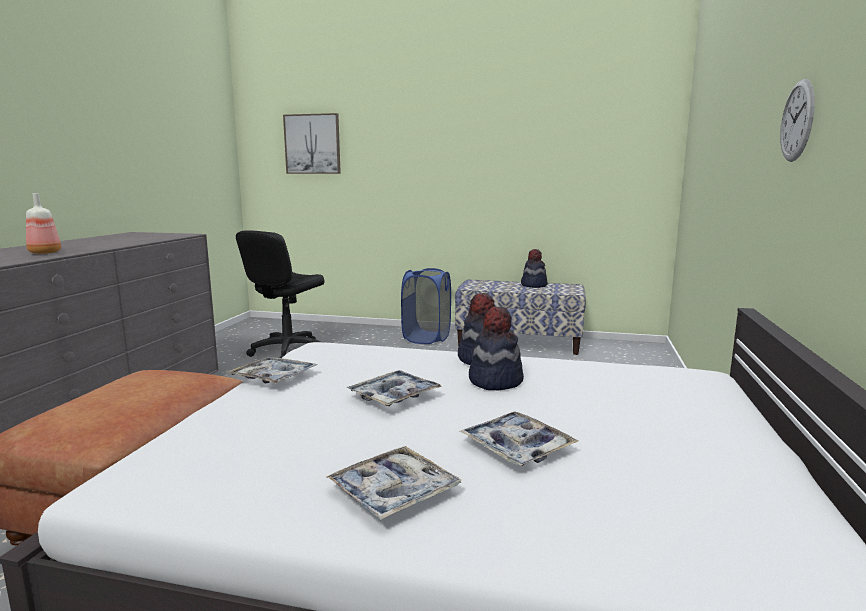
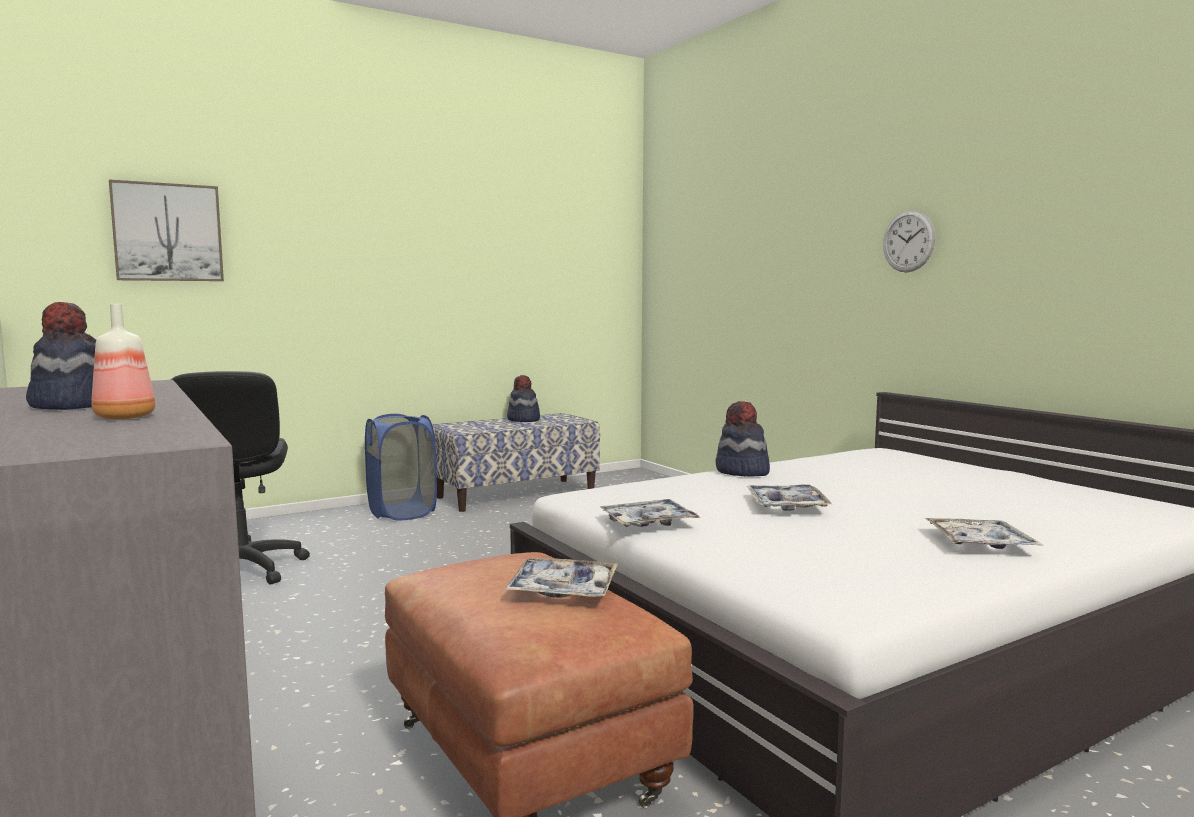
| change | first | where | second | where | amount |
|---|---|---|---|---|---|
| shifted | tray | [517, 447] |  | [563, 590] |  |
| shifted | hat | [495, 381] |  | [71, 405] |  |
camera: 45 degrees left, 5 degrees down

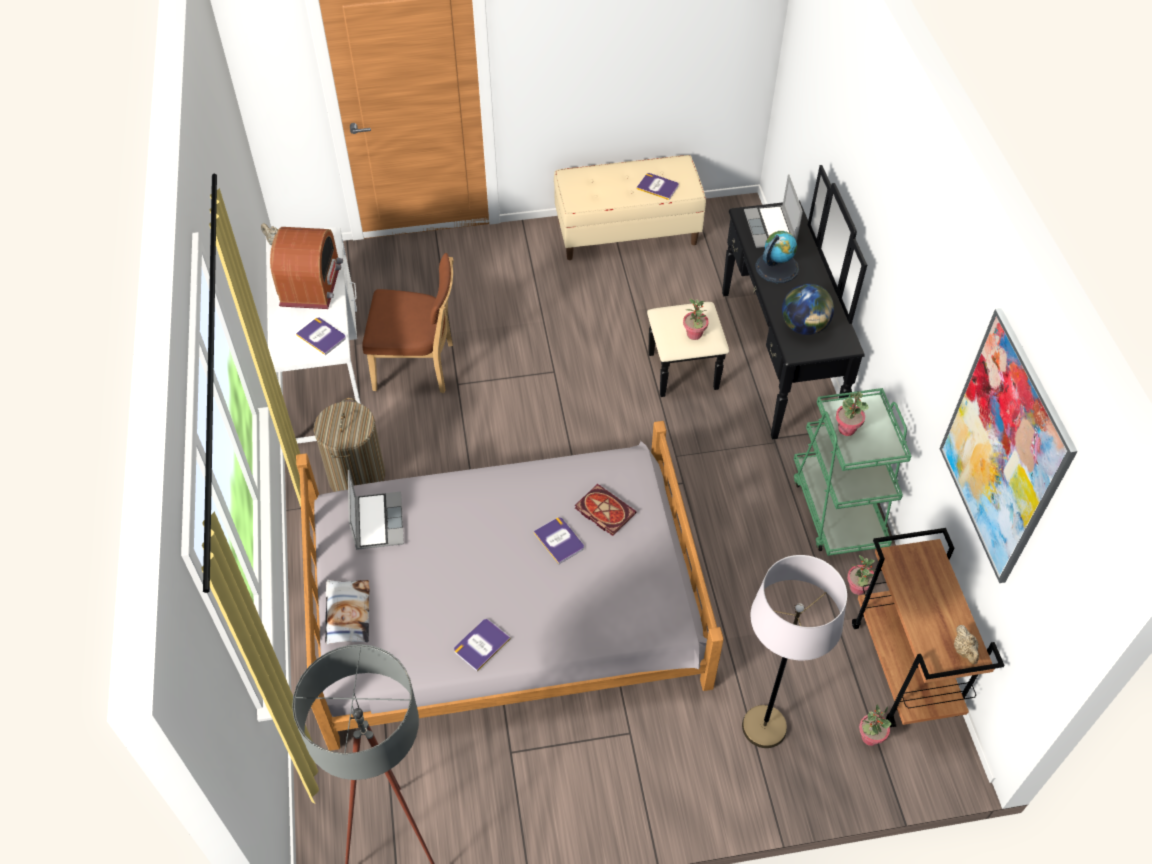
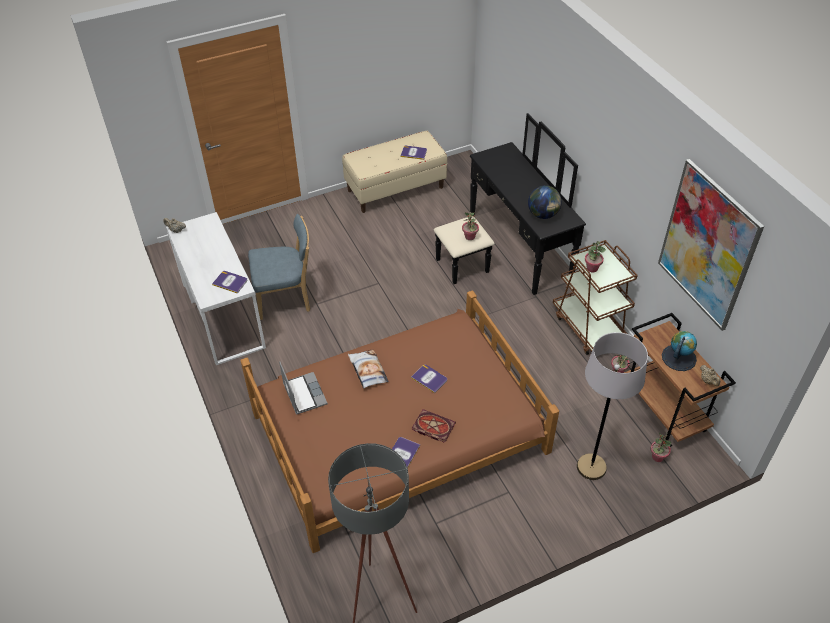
| change | first | where | second | where | amount |
|---|---|---|---|---|---|
| gone | radio receiver | [311, 284] |  |  |  |
| repainted | gray bed | [507, 602] | brownish bed | [400, 431] |  |
| gone | washing basket | [356, 476] |  |  |  |
| shifted | cushion | [347, 614] |  | [367, 371] |  |
| repainted | brownish upright chair | [418, 367] | bluish upright chair | [286, 299] |  |
| shifted | bound book | [603, 511] |  | [432, 427] |  |
| gone | laptop | [771, 228] |  |  |  |
| shifted | desk globe | [776, 267] |  | [678, 357] |  |
| repainted | green-coloured cart | [838, 509] | brownish cart | [589, 327] |  |
camera: 15 degrees left, 5 degrees down

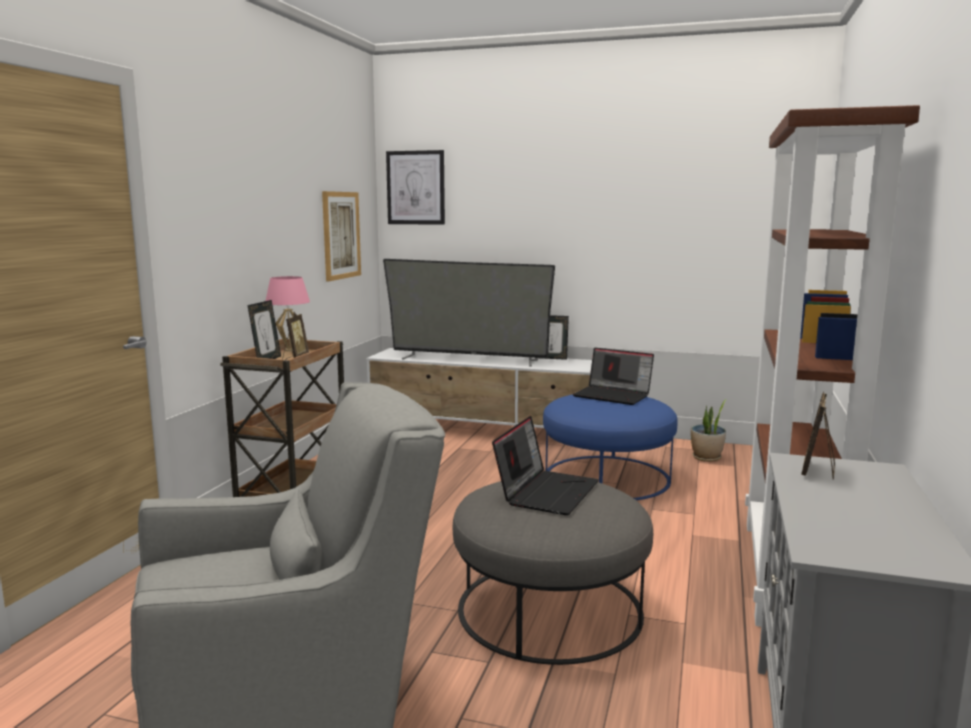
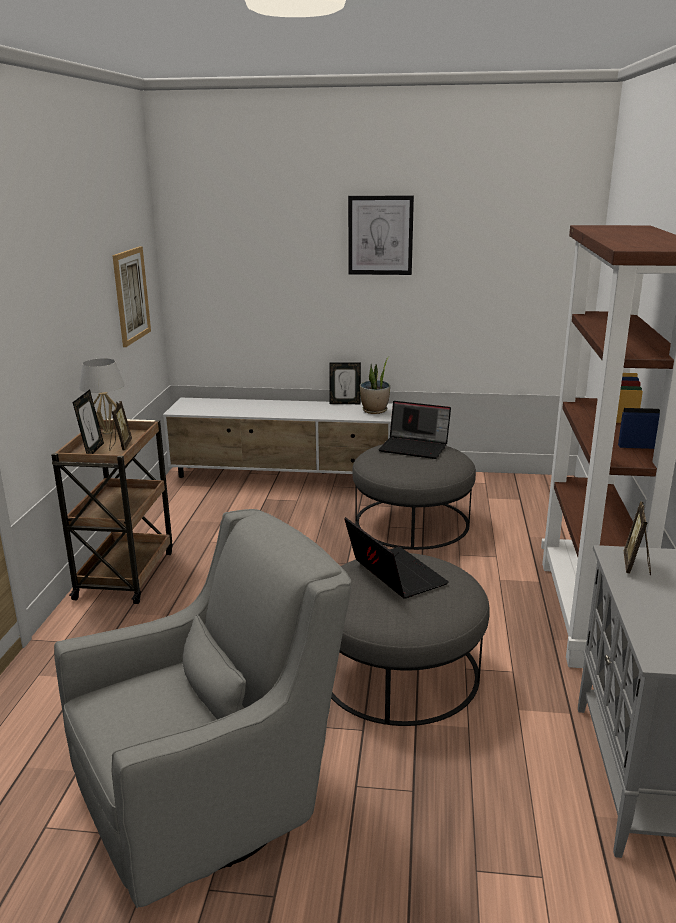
| change | first | where | second | where | amount |
|---|---|---|---|---|---|
| repainted | pinkish table lamp | [290, 350] | white table lamp | [107, 432] |  |
| gone | TV | [468, 359] |  |  |  |
| shifted | picture | [416, 187] |  | [380, 235] |  |
| rotated | laptop | [546, 492] |  | [393, 575] | 45 degrees counterclockwise |
| repainted | bluish ottoman | [607, 477] | gray ottoman | [412, 522] |  |
| shifted | potted plant | [706, 458] |  | [375, 411] |  |
camera: 10 degrees left, 10 degrees up

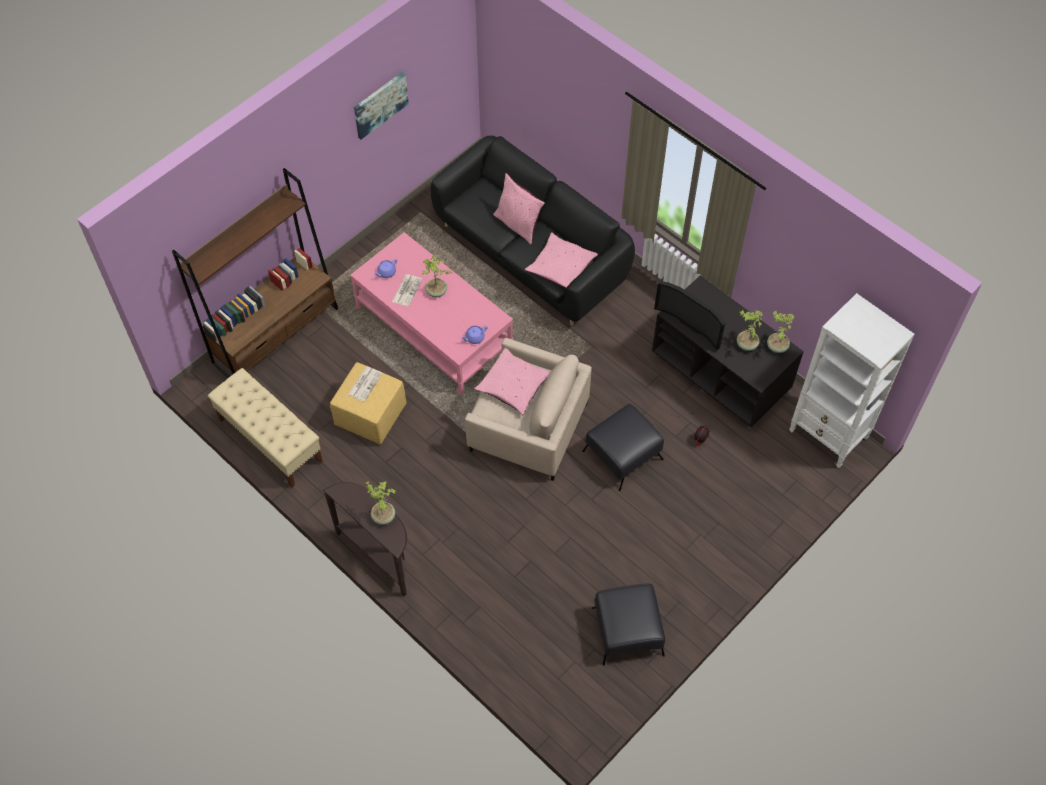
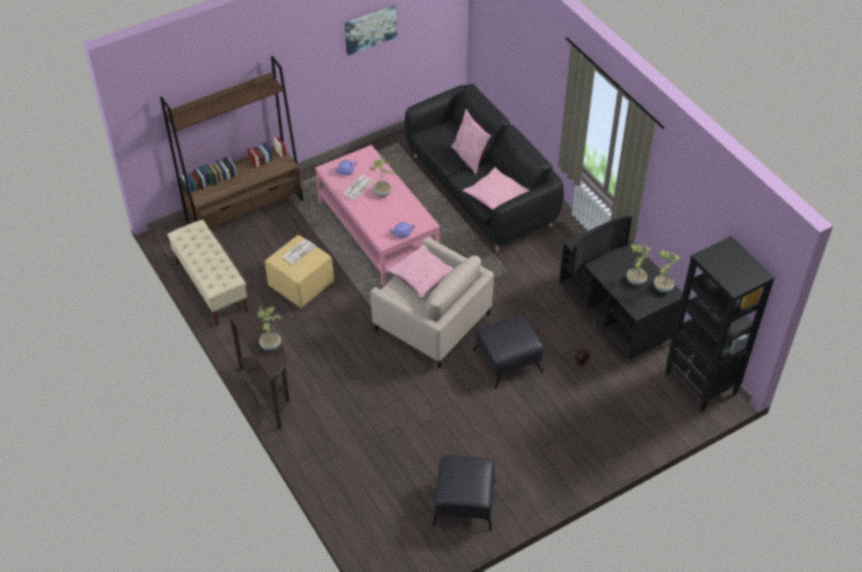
| change | first | where | second | where | amount |
|---|---|---|---|---|---|
| rotated | TV | [692, 323] |  | [592, 254] | 90 degrees counterclockwise |
| repainted | white bookcase | [829, 435] | black bookcase | [701, 384] |  |
camera: 15 degrees right, 10 degrees down

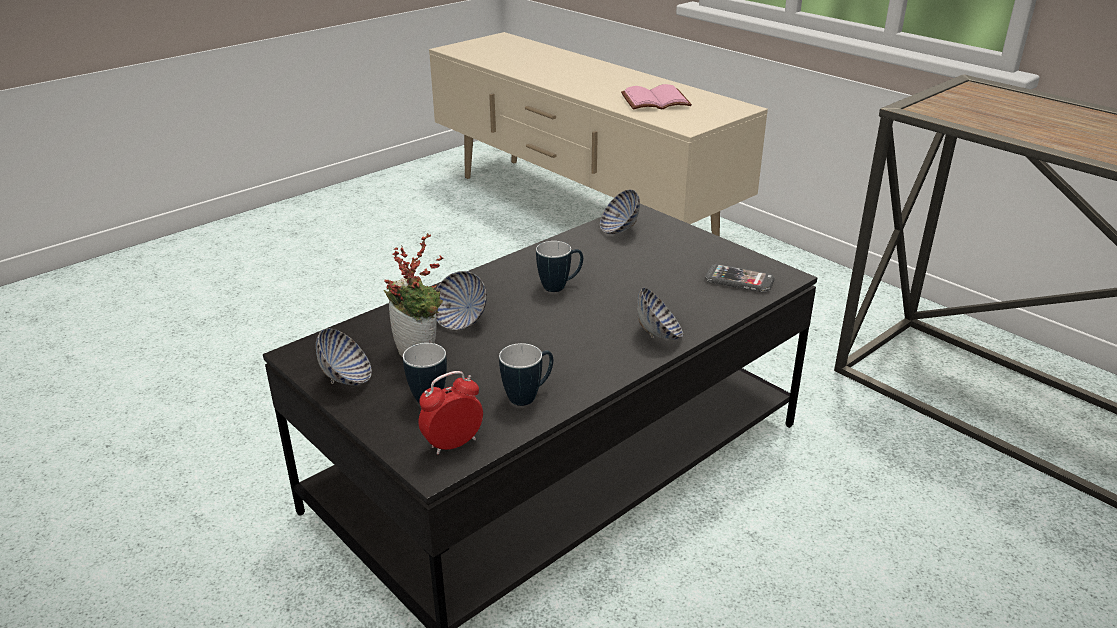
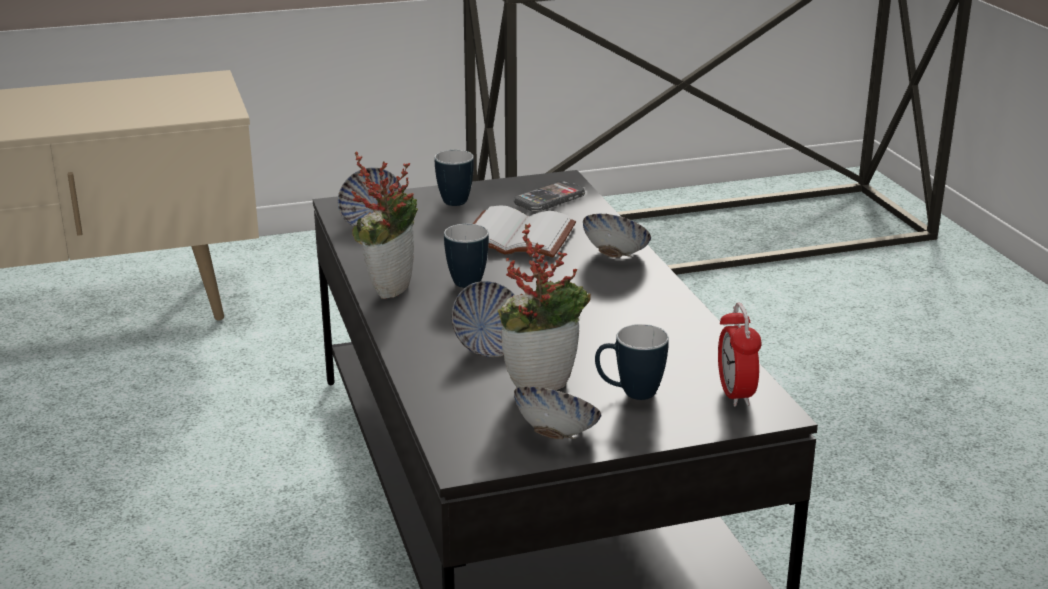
| change | first | where | second | where | amount |
|---|---|---|---|---|---|
| shifted | mug | [529, 396] |  | [454, 199] |  |
| gone | pinkish bound book | [655, 102] |  |  |  |
| new |  |  | potted plant | [389, 287] |  |
| new |  |  | white bound book | [520, 236] |  |
camera: 65 degrees left, 5 degrees down

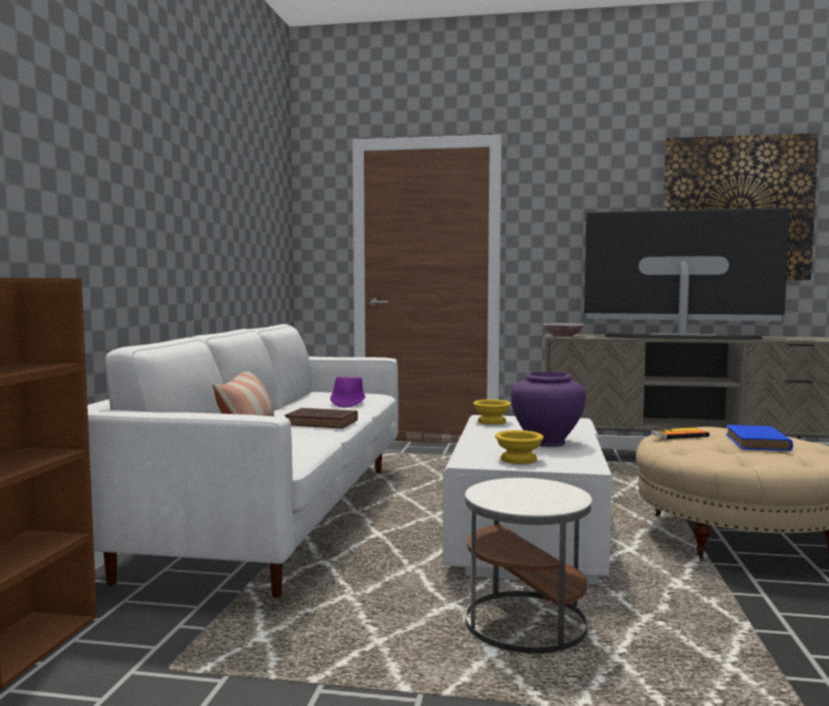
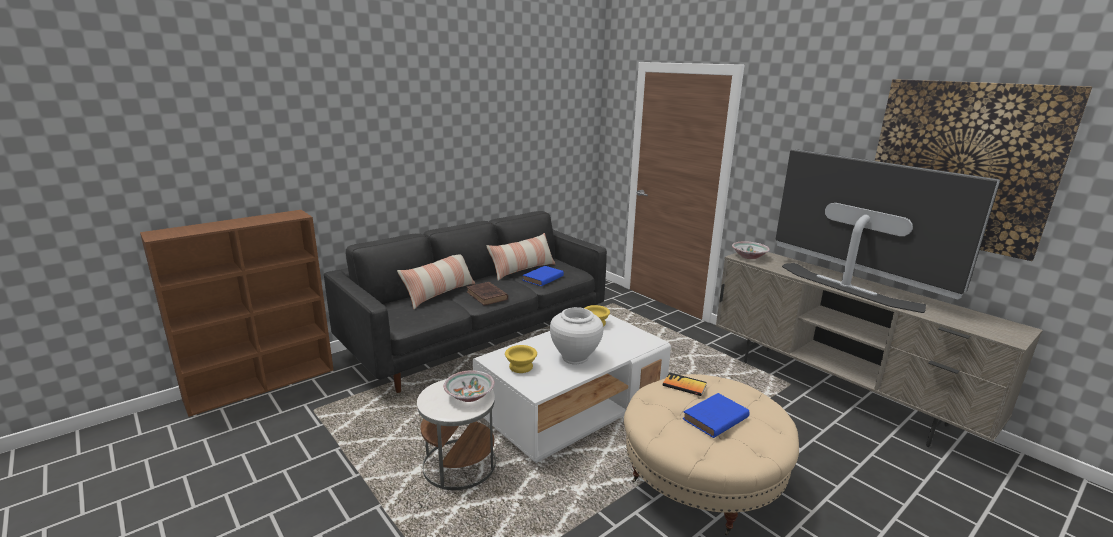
| change | first | where | second | where | amount |
|---|---|---|---|---|---|
| repainted | white couch | [276, 516] | black couch | [479, 338] |  |
| swapped | purplish hat | [347, 403] | bluish bound book | [542, 278] |  |
| repainted | purplish vase | [546, 442] | white vase | [575, 357] |  |
| new |  |  | serving bowl | [469, 396] |  |
| new |  |  | cushion | [522, 270] |  |
camera: 40 degrees right, 15 degrees up

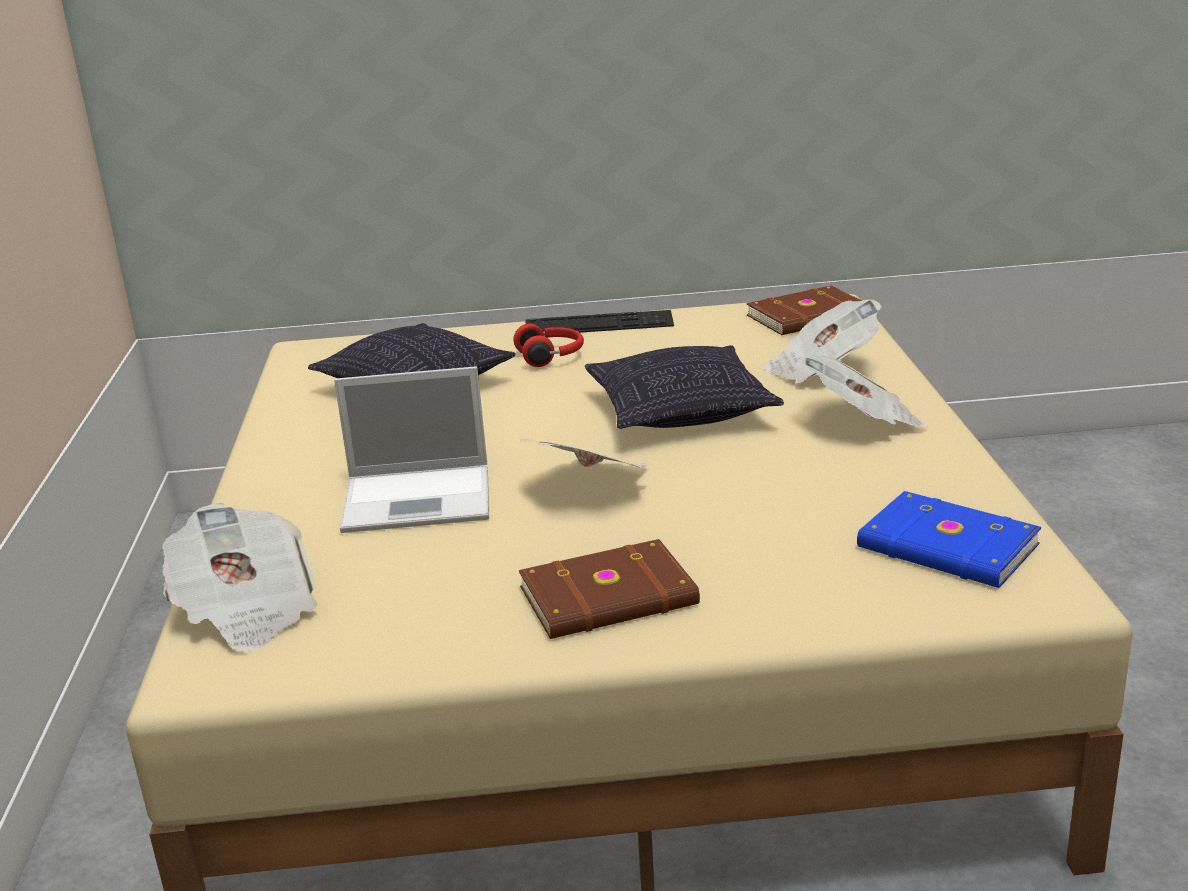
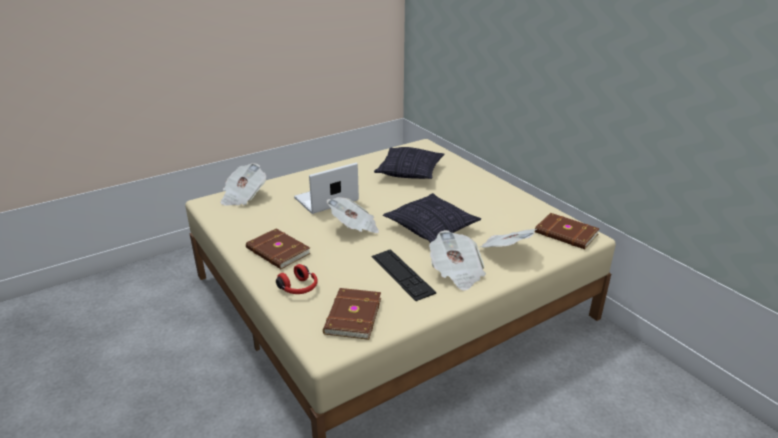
| change | first | where | second | where | amount |
|---|---|---|---|---|---|
| rotated | laptop | [421, 499] |  | [325, 200] | 90 degrees clockwise |
| shifted | red-coloured pair of headphones | [551, 357] |  | [299, 288] |  |
| shifted | computer keyboard | [599, 324] |  | [402, 274] |  |
| repainted | bluish bound book | [947, 548] | brownish bound book | [351, 316] |  |
camera: 60 degrees right, 5 degrees up

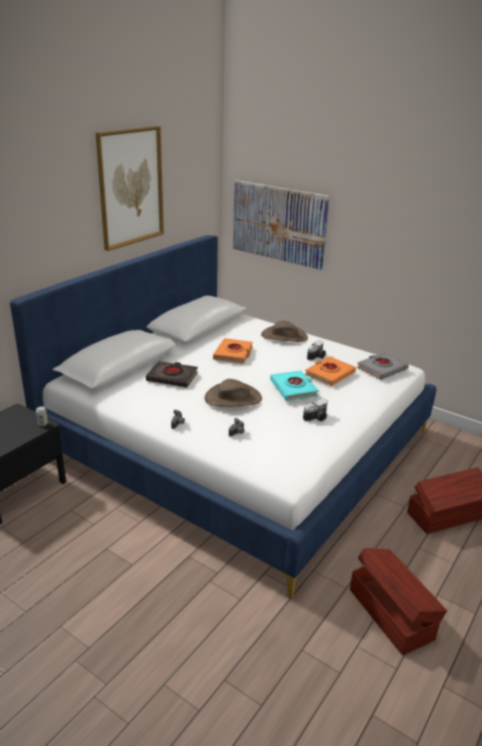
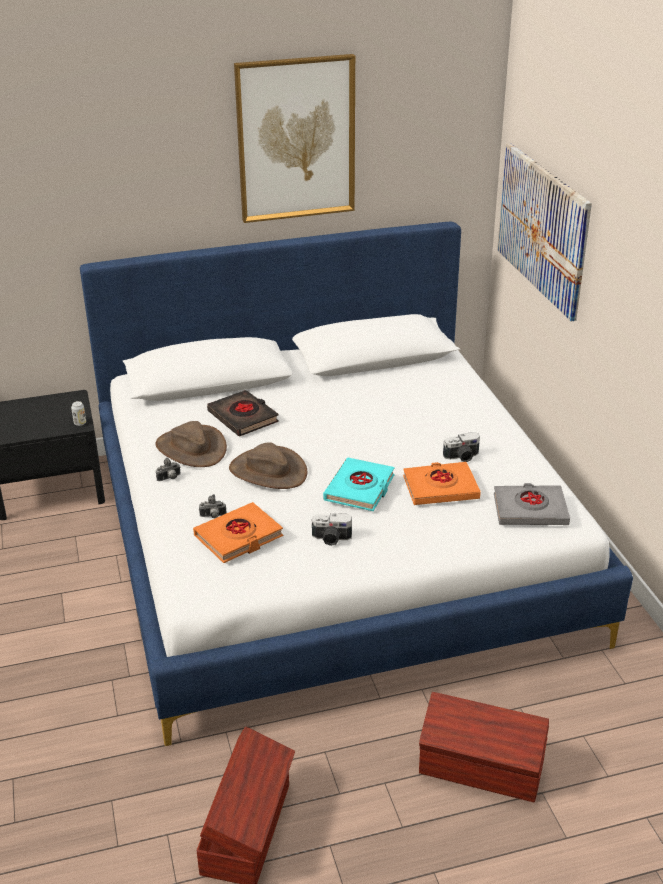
| change | first | where | second | where | amount |
|---|---|---|---|---|---|
| shifted | orange bound book | [233, 354] |  | [239, 537] |  |
| shifted | brownish hat | [284, 336] |  | [191, 448] |  |
camera: 40 degrees right, 5 degrees up

